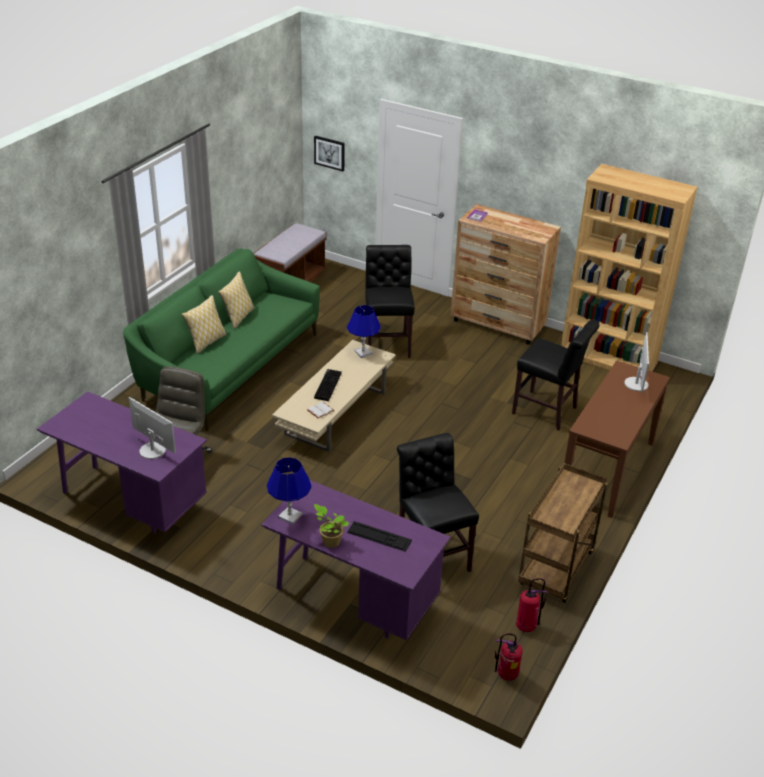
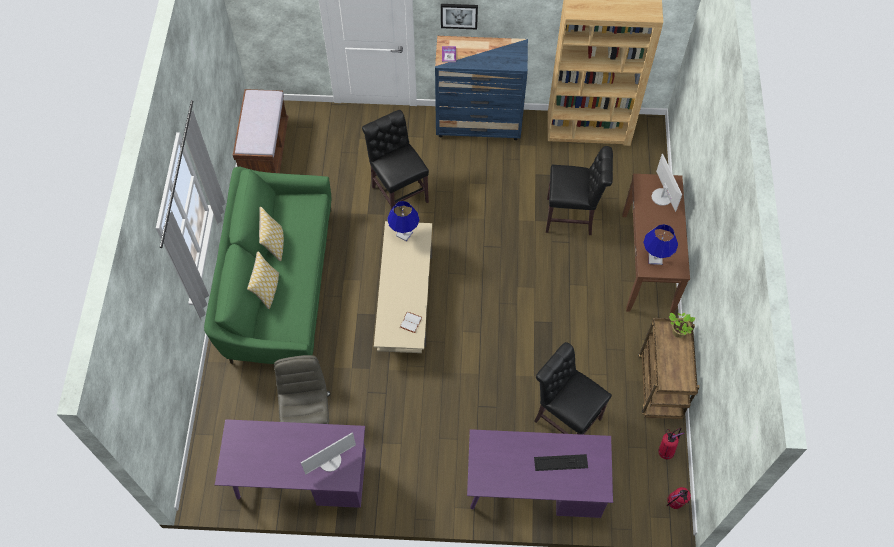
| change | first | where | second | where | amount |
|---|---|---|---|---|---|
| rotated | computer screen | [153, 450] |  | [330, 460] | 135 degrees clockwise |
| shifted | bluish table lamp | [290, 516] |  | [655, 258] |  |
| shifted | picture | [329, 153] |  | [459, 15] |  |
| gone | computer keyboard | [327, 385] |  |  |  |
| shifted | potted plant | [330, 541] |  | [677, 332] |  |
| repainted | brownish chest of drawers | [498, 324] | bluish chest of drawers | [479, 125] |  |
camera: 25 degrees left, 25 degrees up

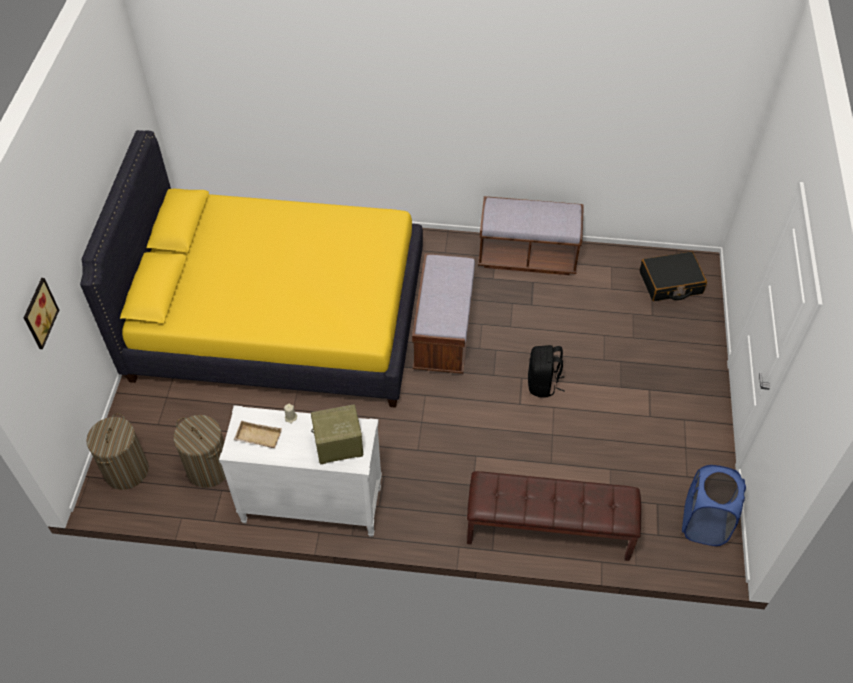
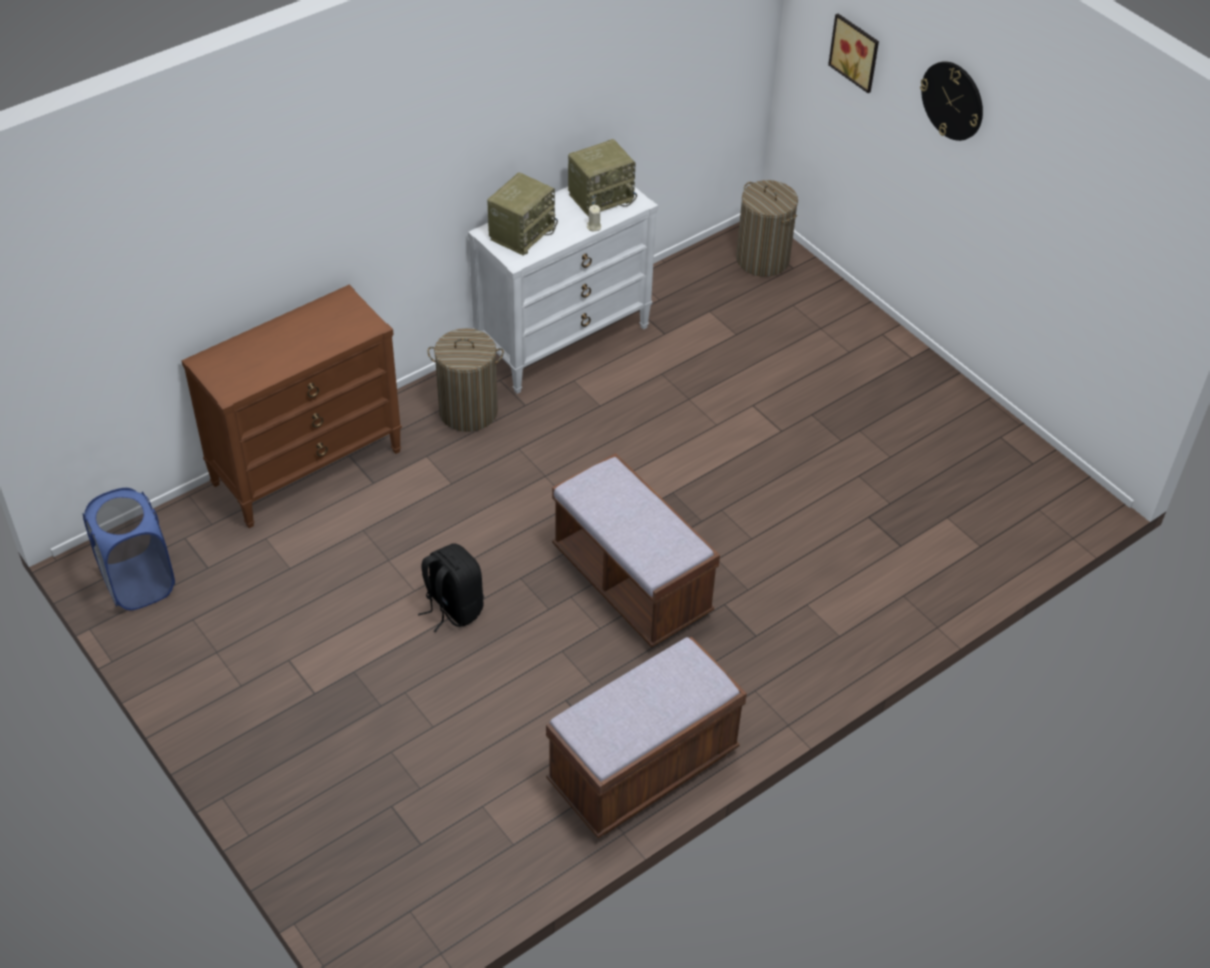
| change | first | where | second | where | amount |
|---|---|---|---|---|---|
| gone | yellow-coloured bed | [278, 319] |  |  |  |
| shifted | washing basket | [208, 468] |  | [468, 411] |  |
| swapped | sand-coloured tray | [257, 438] | radio receiver | [601, 197] |  |
| swapped | brownish long seat | [548, 531] | brownish chest of drawers | [307, 466] |  |
| gone | black piece of luggage | [670, 283] |  |  |  |
| new |  |  | wall clock | [953, 100] |  |
camera: 135 degrees right, 5 degrees down

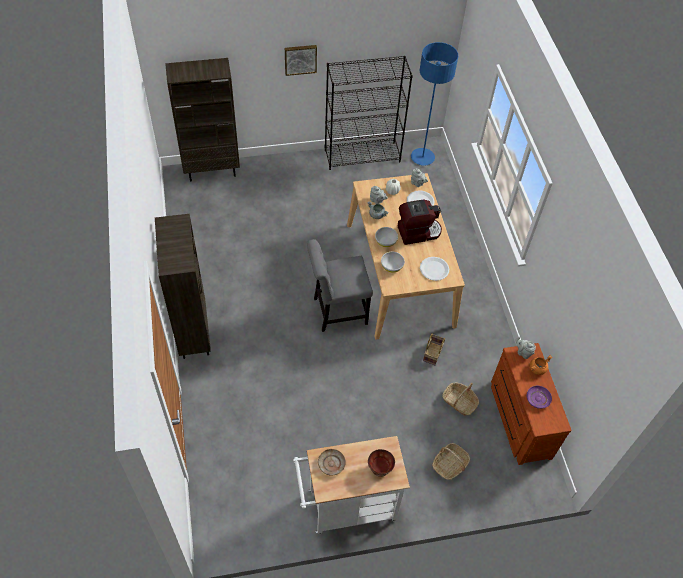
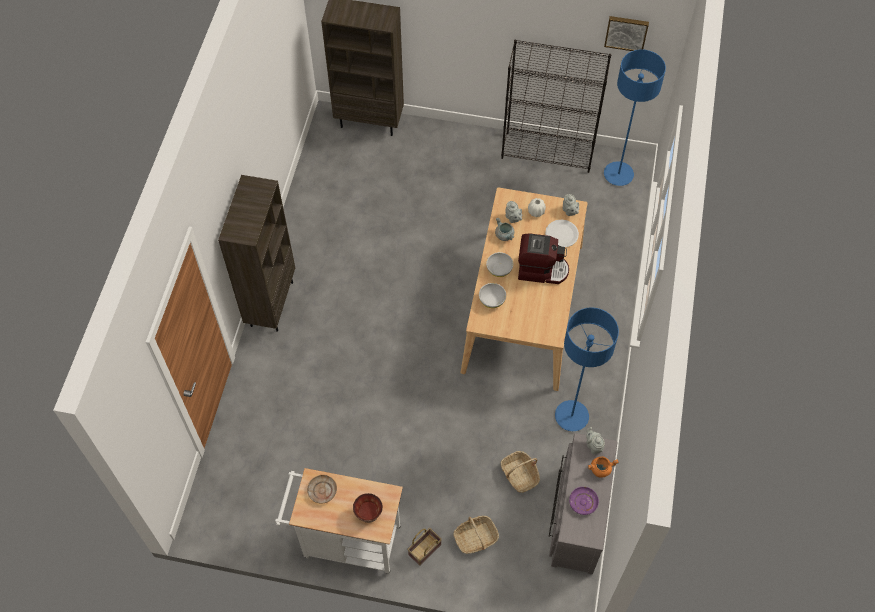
| change | first | where | second | where | amount |
|---|---|---|---|---|---|
| shifted | picture | [300, 59] |  | [626, 32] |  |
| gone | gray upright chair | [337, 311] |  |  |  |
| gone | white dinner plate | [434, 269] |  |  |  |
| shifted | basket | [433, 354] |  | [424, 551] |  |
| repainted | brownish chest of drawers | [518, 419] | gray chest of drawers | [576, 517] |  |
| new |  |  | bluish floor lamp | [571, 416] |  |
camera: 25 degrees right, 5 degrees up

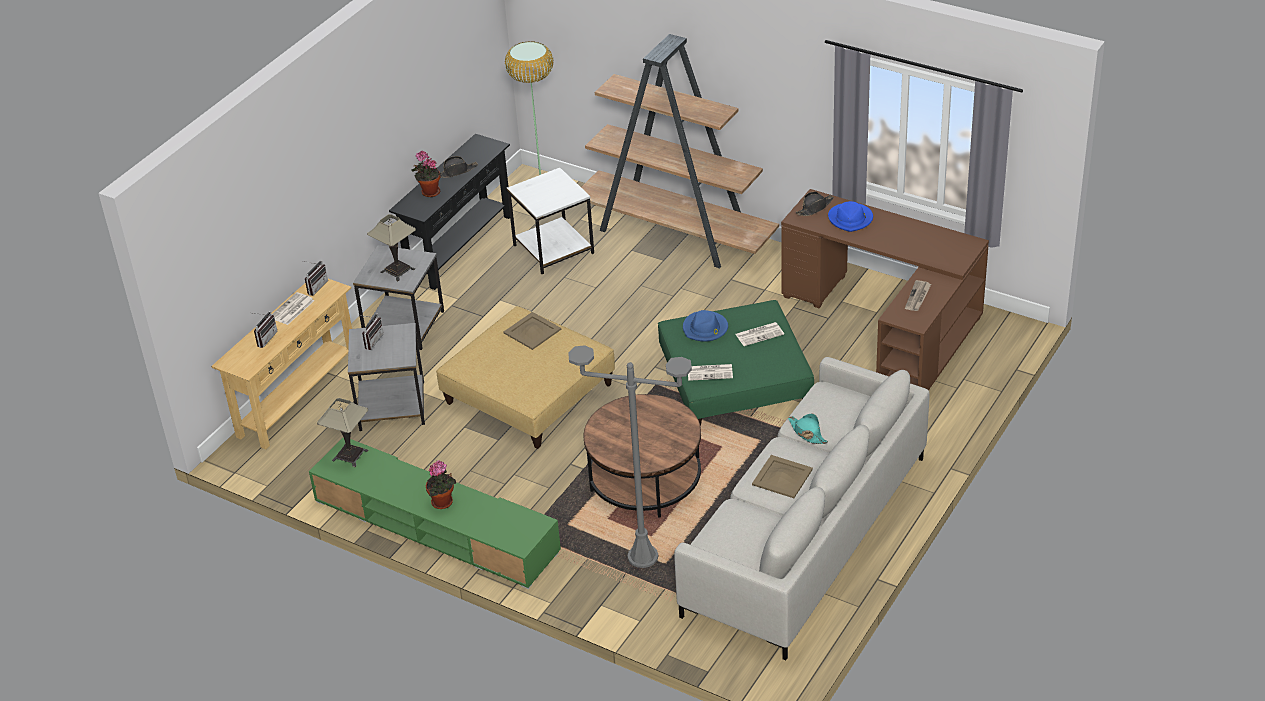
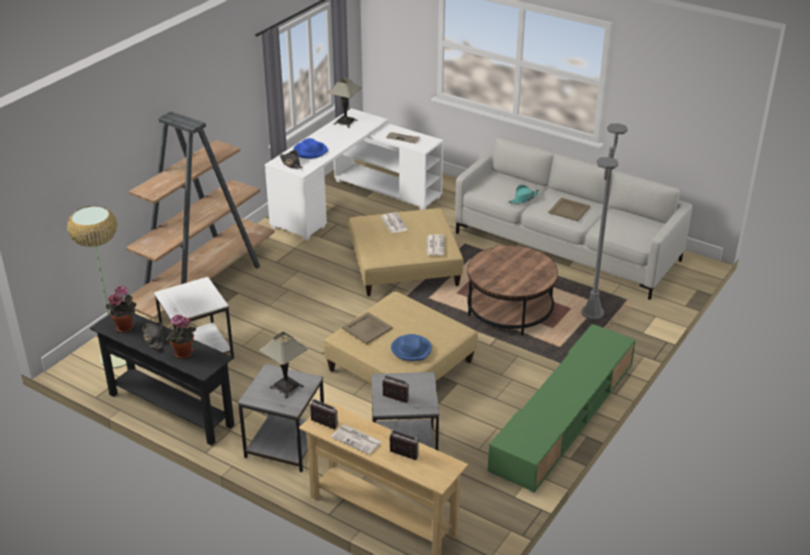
| change | first | where | second | where | amount |
|---|---|---|---|---|---|
| shifted | table lamp | [350, 455] |  | [345, 122] |  |
| shifted | potted plant | [443, 503] |  | [125, 326] |  |
| repainted | green-coloured ottoman | [735, 383] | sand-coloured ottoman | [404, 266] |  |
| shifted | bluish hat | [705, 329] |  | [411, 350] |  |
| repainted | brownish desk | [890, 324] | white desk | [351, 200] |  |
camera: 90 degrees left, 5 degrees down

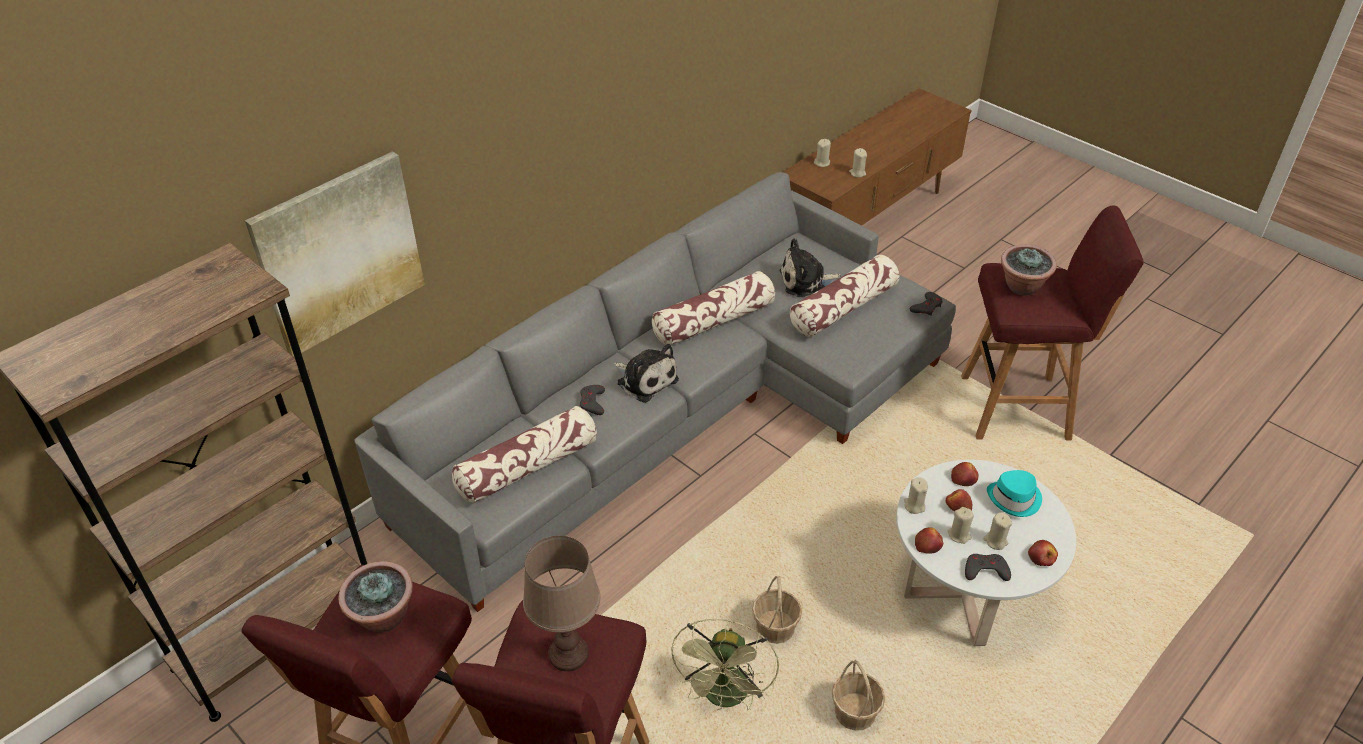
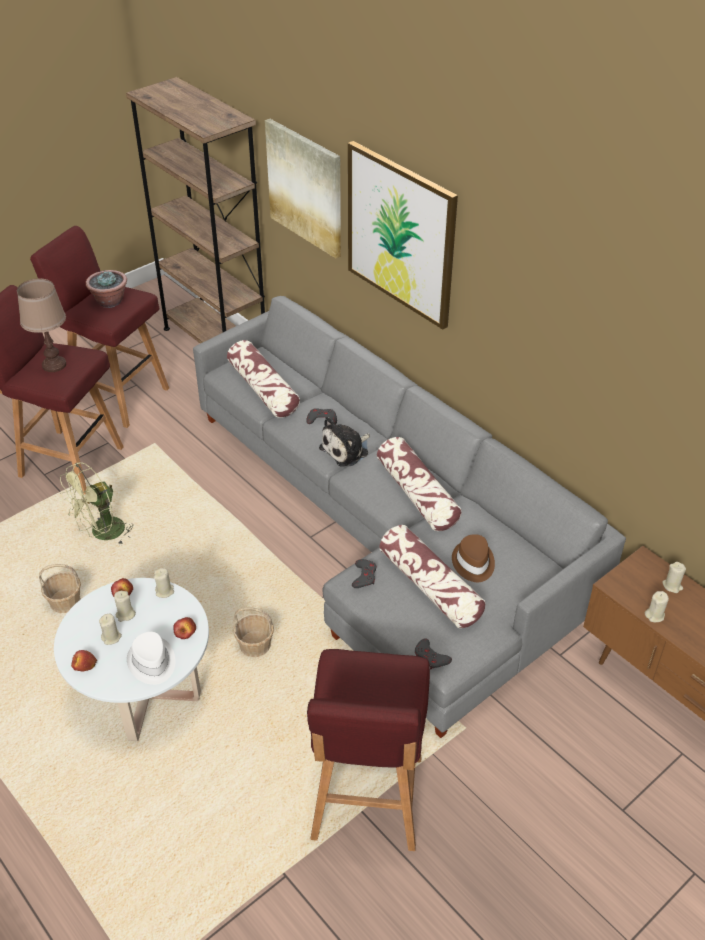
| change | first | where | second | where | amount |
|---|---|---|---|---|---|
| rotated | green-coloured cooling fan | [725, 698] |  | [102, 534] | 60 degrees counterclockwise |
| shifted | basket | [775, 627] |  | [255, 645] |  |
| swapped | soft toy | [806, 281] | brownish hat | [473, 563] |  |
| gone | whole apple | [958, 506] |  |  |  |
| shifted | gray gamepad | [985, 570] |  | [364, 576] |  |
| repainted | turquoise hat | [1014, 499] | white hat | [151, 662] |  |
| gone | potted plant | [1022, 287] |  |  |  |
| new |  |  | picture | [400, 234] |  |
camera: 95 degrees right, 0 degrees up

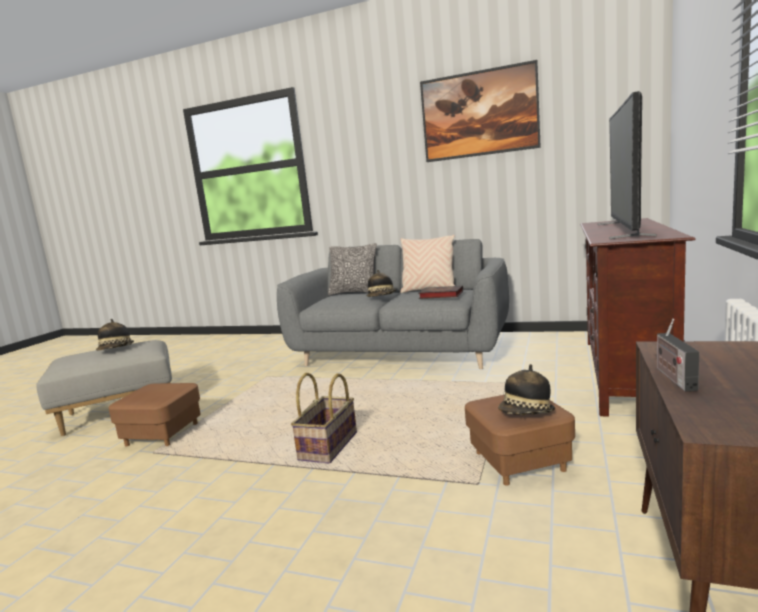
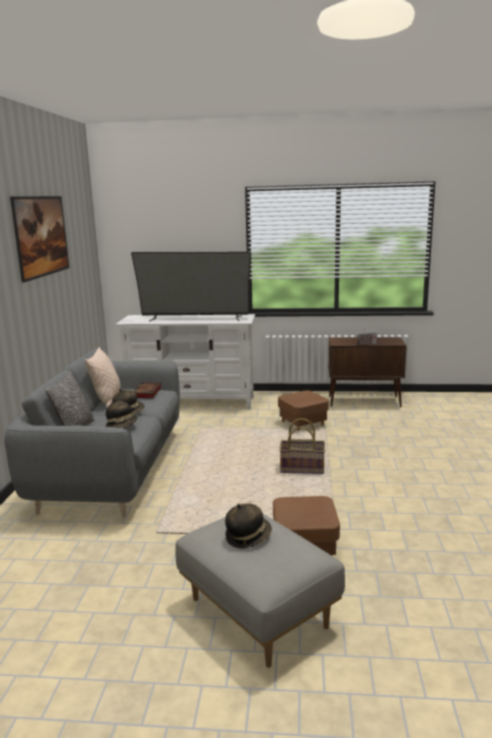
| change | first | where | second | where | amount |
|---|---|---|---|---|---|
| shifted | hat | [526, 414] |  | [122, 426] |  |
| repainted | brownish tv unit | [626, 374] | white tv unit | [192, 402] |  |
camera: 105 degrees left, 5 degrees up

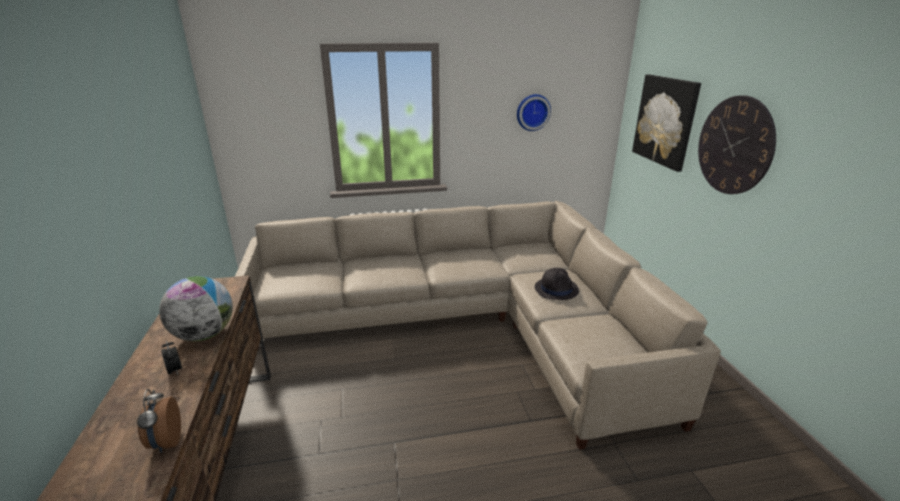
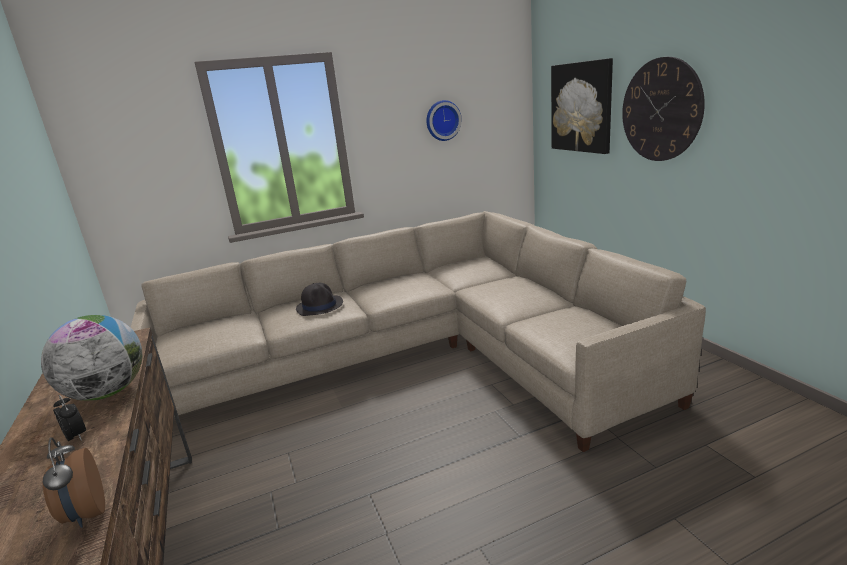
| change | first | where | second | where | amount |
|---|---|---|---|---|---|
| shifted | black hat | [556, 289] |  | [320, 306] |  |
camera: 10 degrees left, 5 degrees down

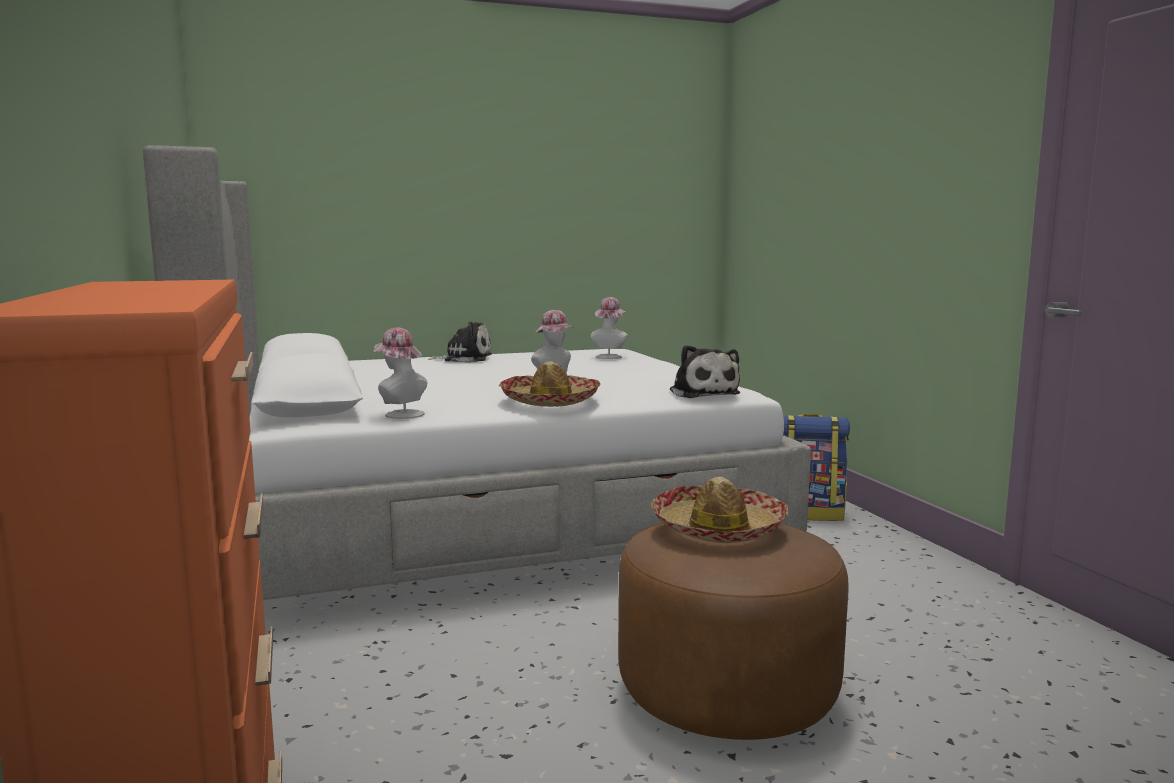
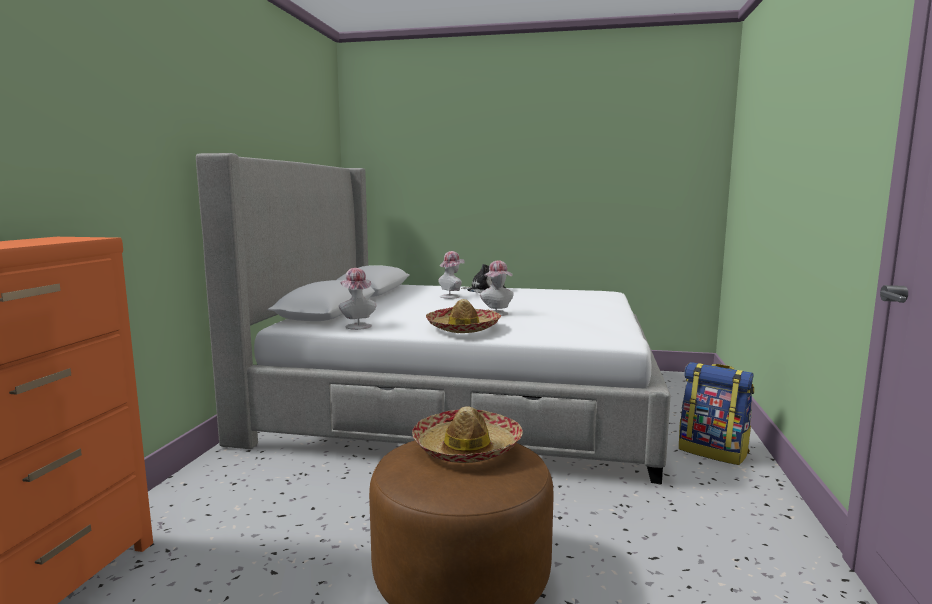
| change | first | where | second | where | amount |
|---|---|---|---|---|---|
| shifted | hat | [609, 356] |  | [451, 296] |  |
| gone | soft toy | [703, 393] |  |  |  |
camera: 30 degrees right, 0 degrees up

